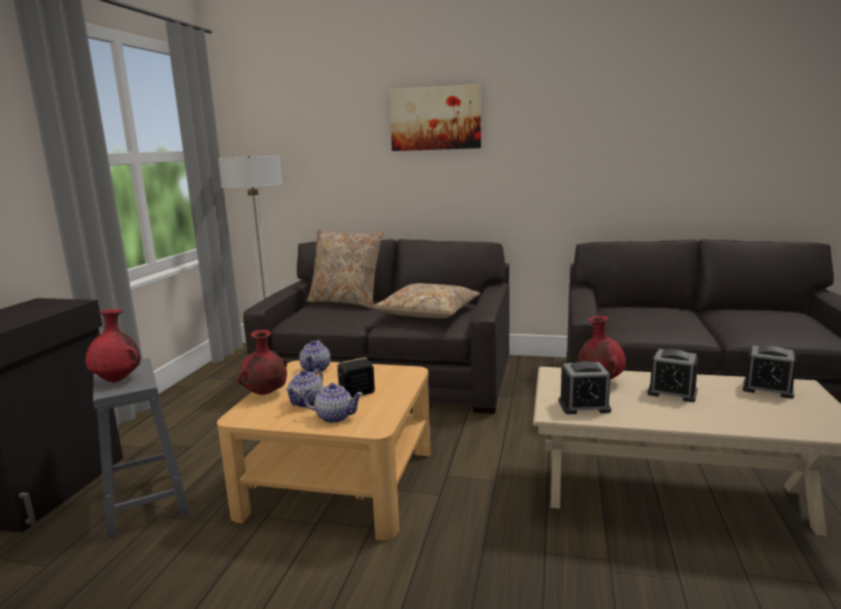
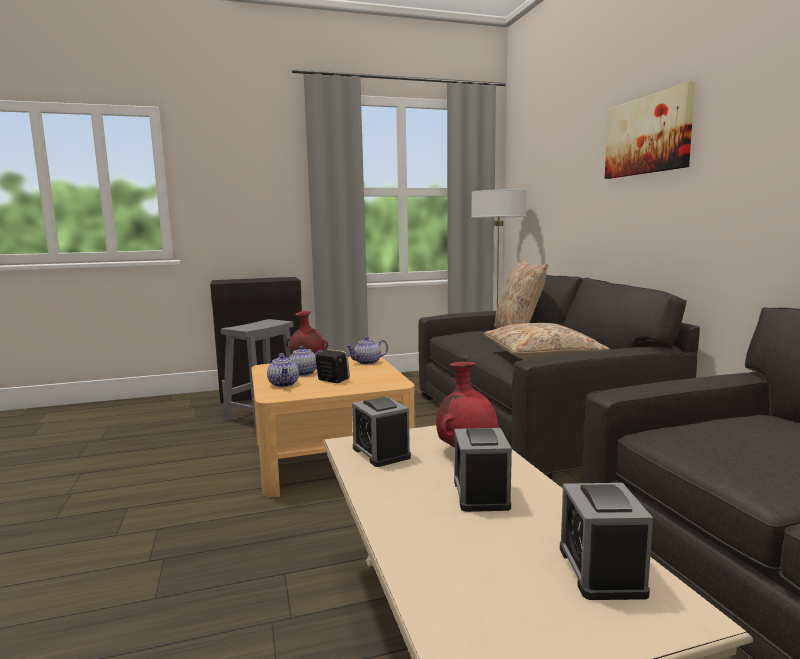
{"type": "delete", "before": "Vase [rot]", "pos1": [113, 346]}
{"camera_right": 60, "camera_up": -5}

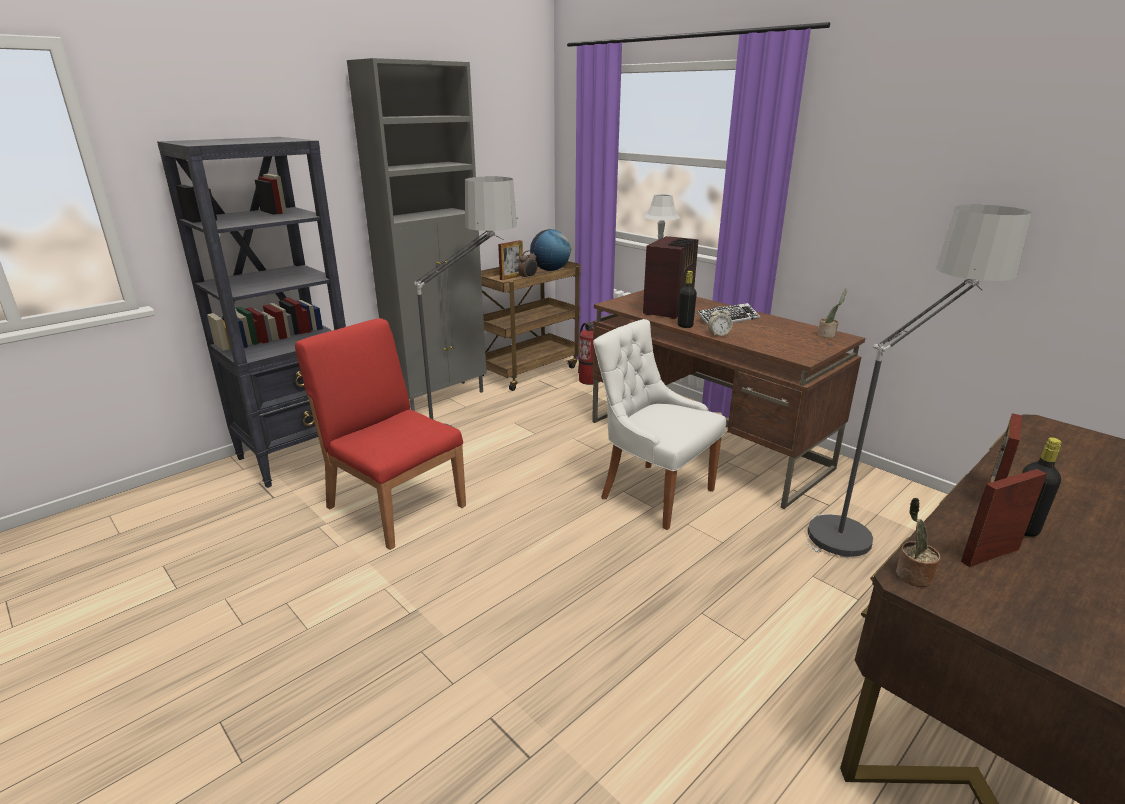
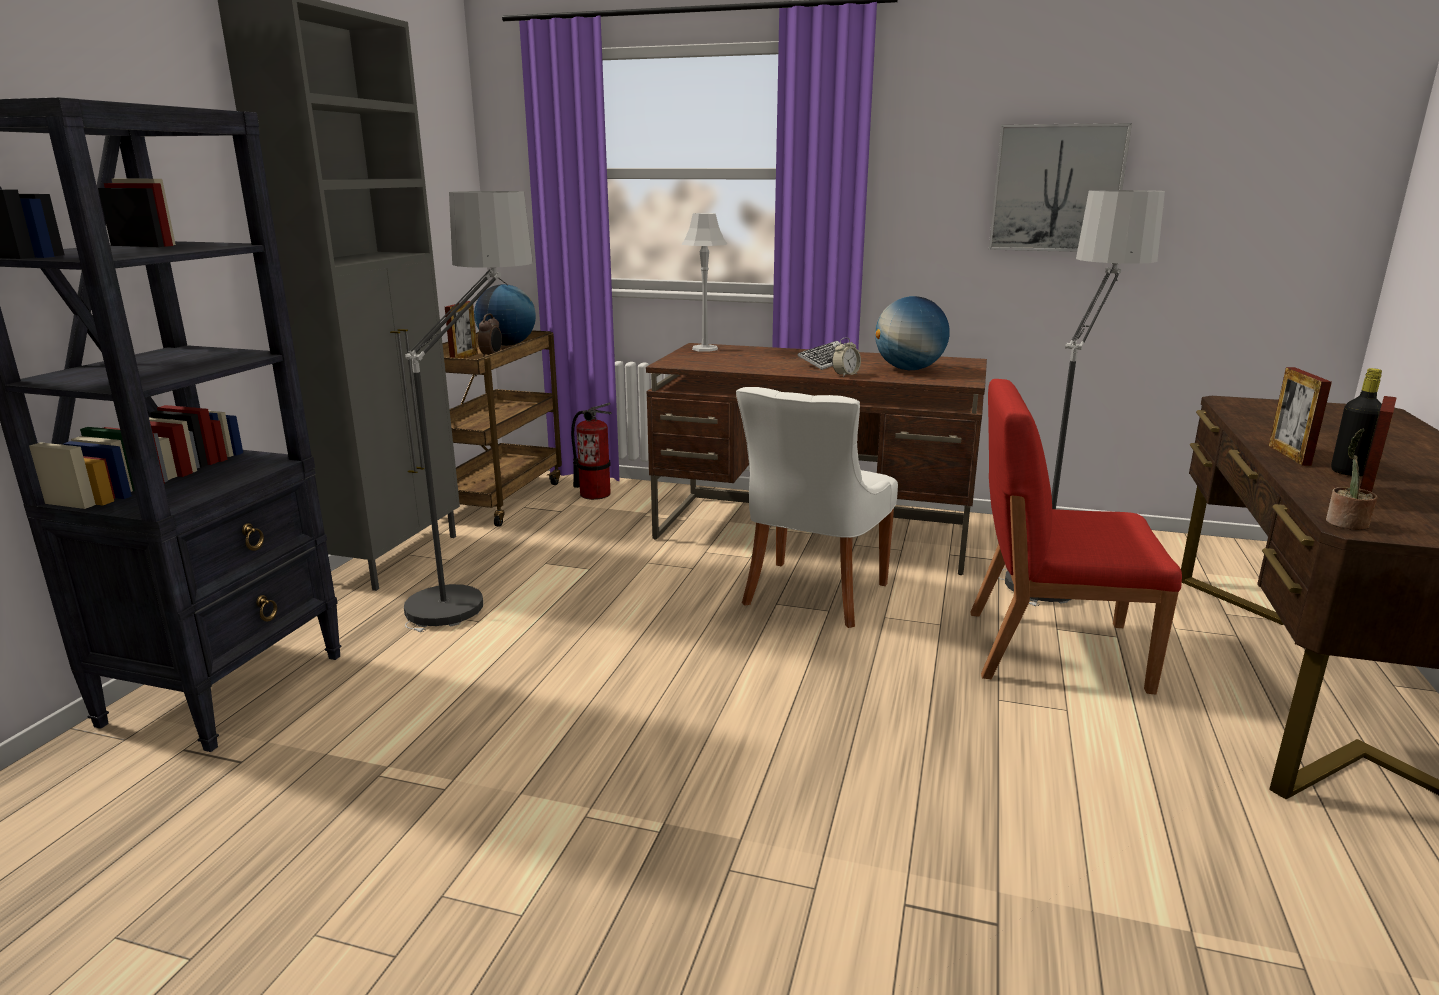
{"type": "delete", "before": "Radio", "pos1": [671, 277]}
{"type": "delete", "before": "Flasche [schwarz]", "pos1": [687, 299]}
{"type": "delete", "before": "Topfpflanze", "pos1": [832, 313]}
{"type": "move", "before": "Stuhl [rot]", "pos1": [380, 434], "pos2": [1076, 537]}
{"type": "rotate", "before": "Stuhl [weiß]", "pos1": [659, 424], "pos2": [817, 507], "turn": -75}
{"type": "insert", "after": "Bild", "pos2": [1060, 187]}
{"type": "insert", "after": "Globus", "pos2": [912, 333]}
{"camera_right": -30, "camera_up": -5}

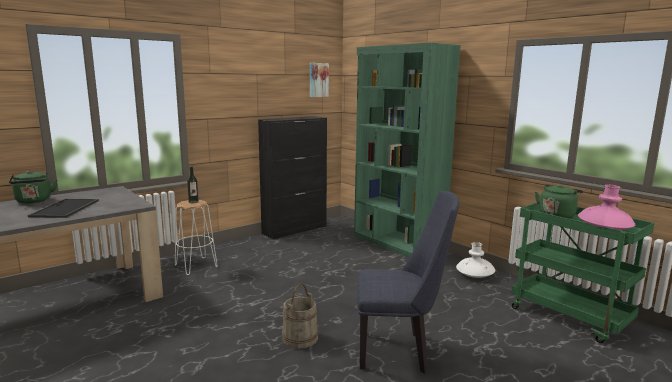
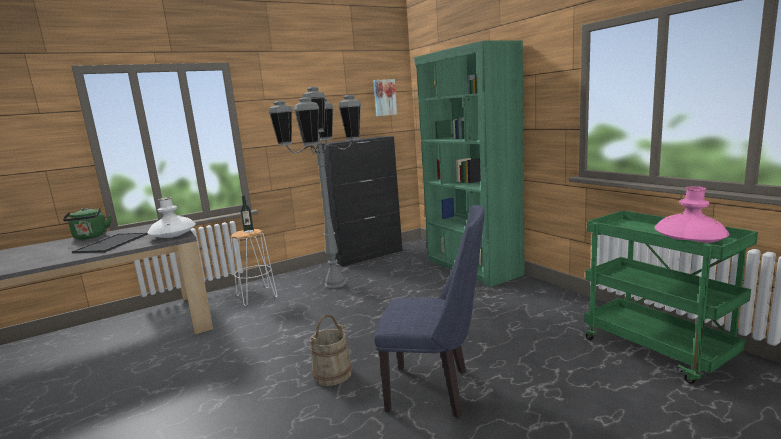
{"type": "delete", "before": "Wasserkessel [grün]", "pos1": [559, 201]}
{"type": "move", "before": "Vase [weiß]", "pos1": [475, 260], "pos2": [171, 217]}
{"type": "insert", "after": "Stehlampe [grau]", "pos2": [315, 187]}
{"camera_right": 10, "camera_up": 0}

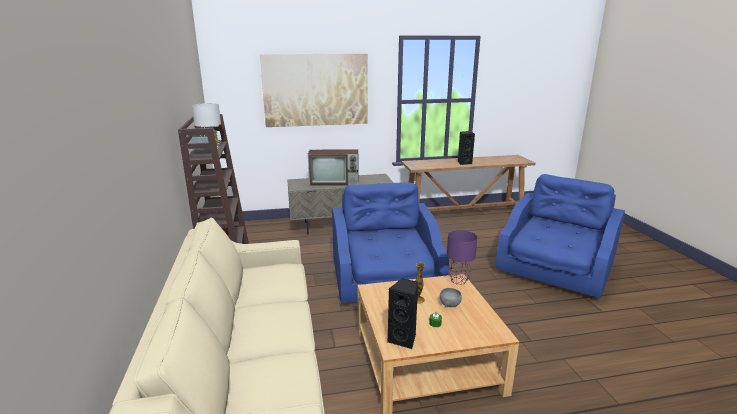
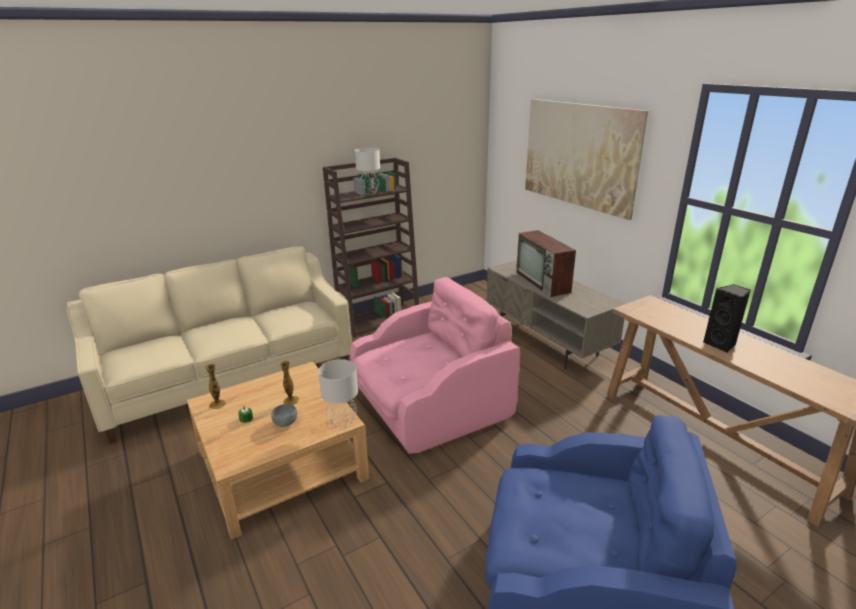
{"type": "recolor", "before": "Sessel [blau]", "after": "Sessel [rosa]", "pos1": [390, 242], "pos2": [435, 365]}
{"type": "recolor", "before": "Tischlampe [lila]", "after": "Tischlampe [grau]", "pos1": [462, 257], "pos2": [338, 394]}
{"type": "replace", "before": "Lautsprecher [schwarz]", "after": "Vase", "pos1": [403, 313], "pos2": [215, 386]}
{"camera_right": 70, "camera_up": 5}

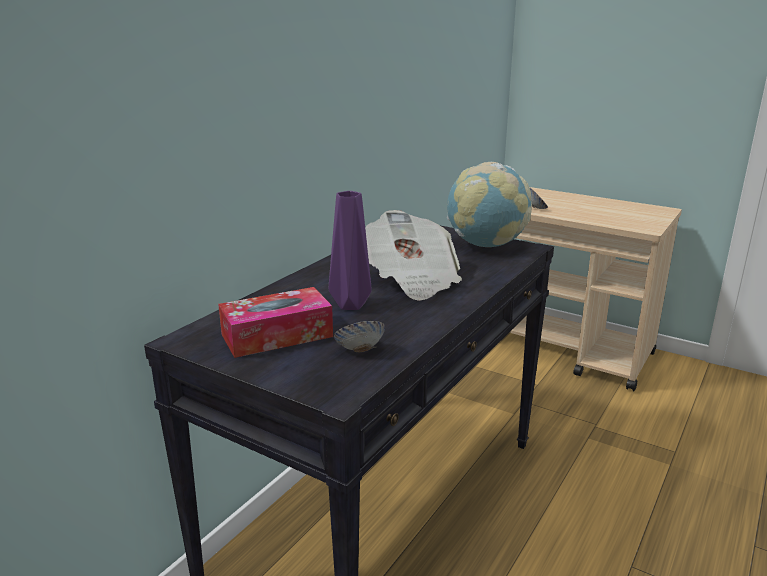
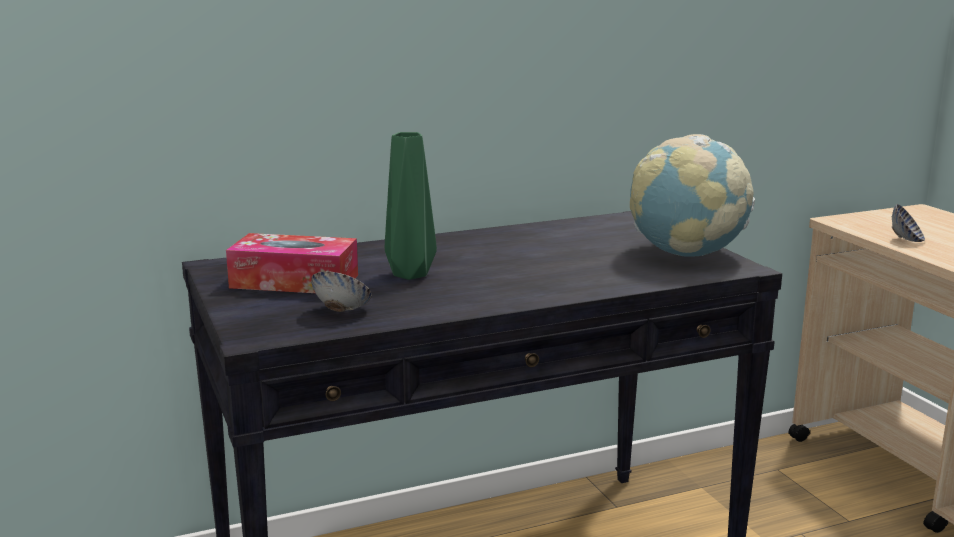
{"type": "recolor", "before": "Vase [lila]", "after": "Vase [grün]", "pos1": [350, 250], "pos2": [411, 206]}
{"type": "delete", "before": "Zeitung", "pos1": [413, 255]}
{"camera_right": 35, "camera_up": -5}

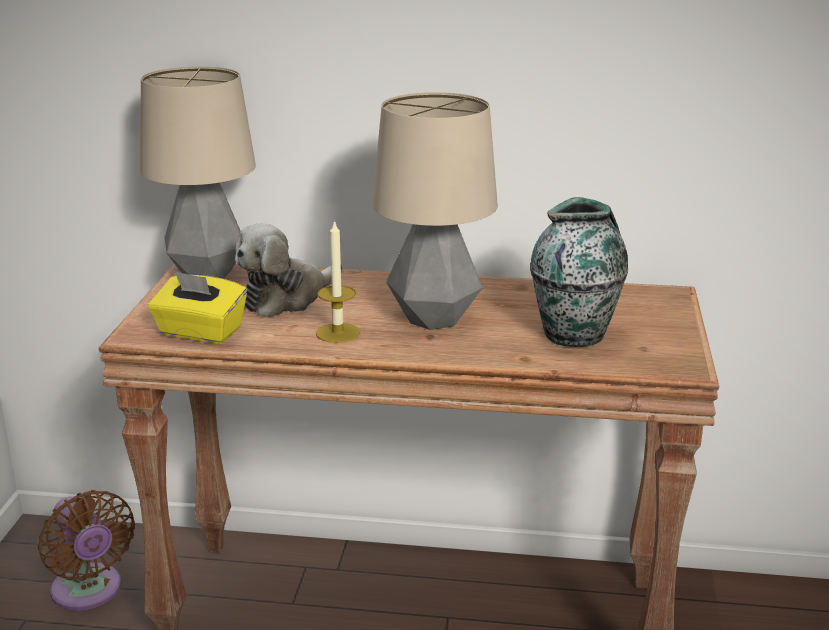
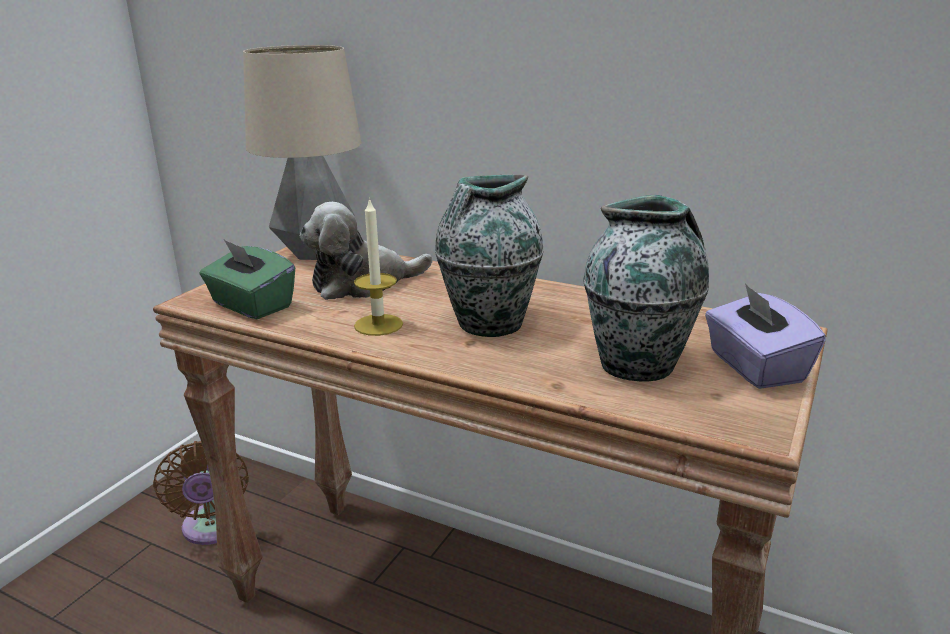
{"type": "replace", "before": "Tischlampe", "after": "Vase", "pos1": [435, 211], "pos2": [489, 256]}
{"type": "recolor", "before": "Taschentuchbox [gelb]", "after": "Taschentuchbox [grün]", "pos1": [197, 307], "pos2": [247, 279]}
{"type": "insert", "after": "Taschentuchbox [lila]", "pos2": [765, 336]}
{"camera_right": 20, "camera_up": 0}

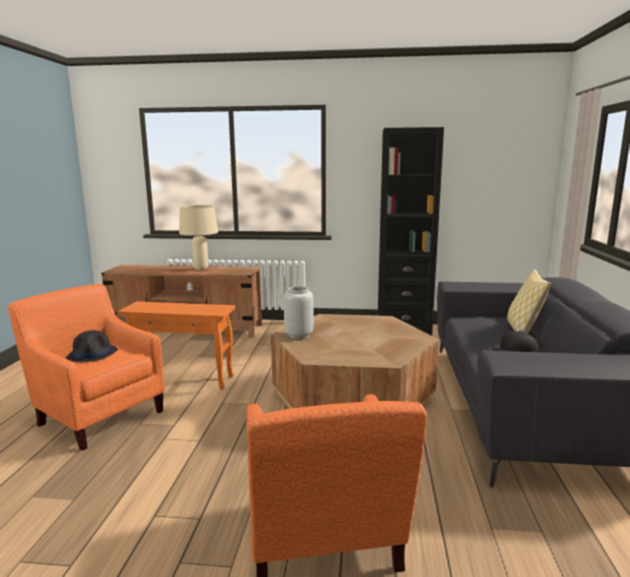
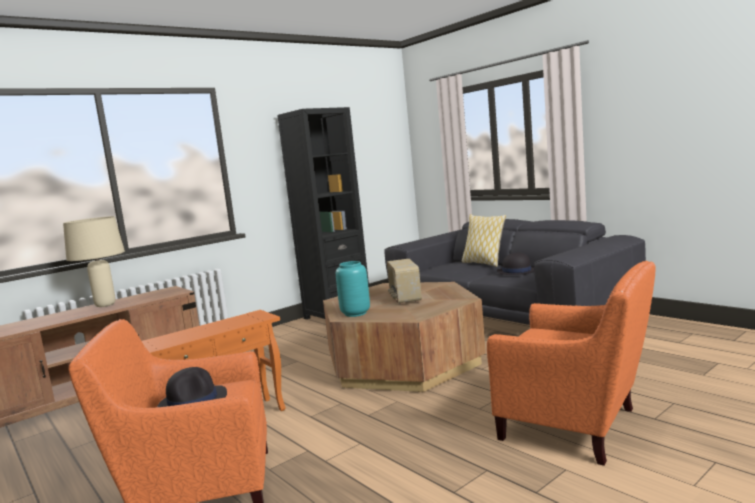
{"type": "recolor", "before": "Vase [grau]", "after": "Vase [türkis]", "pos1": [298, 312], "pos2": [353, 289]}
{"type": "insert", "after": "Radio", "pos2": [404, 282]}
{"camera_right": -45, "camera_up": -5}

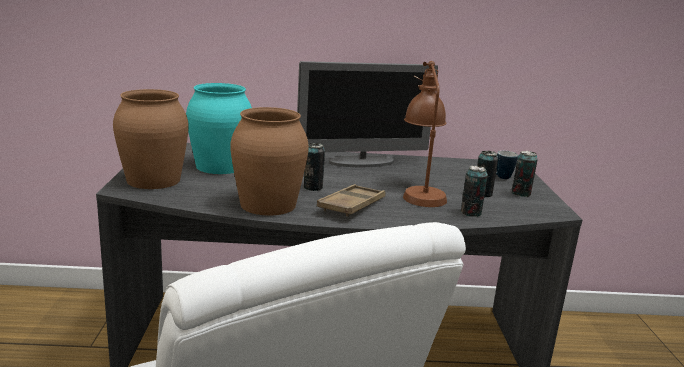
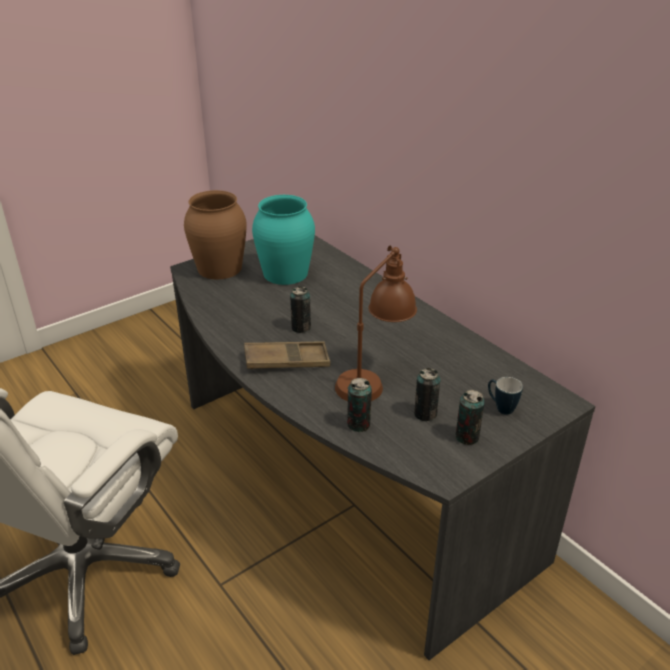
{"type": "delete", "before": "Monitor", "pos1": [367, 114]}
{"type": "delete", "before": "Vase [braun]", "pos1": [269, 161]}
{"camera_right": 55, "camera_up": 15}

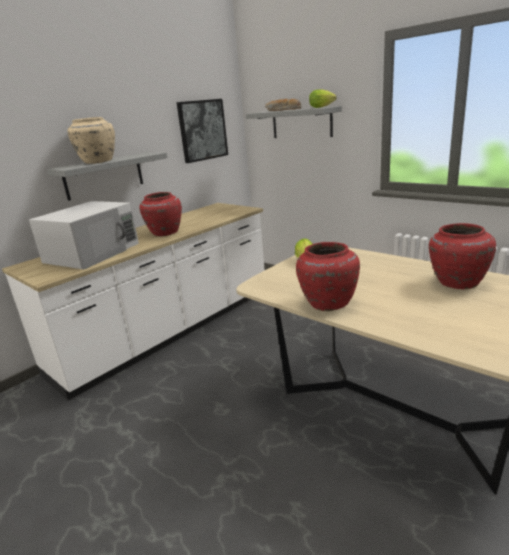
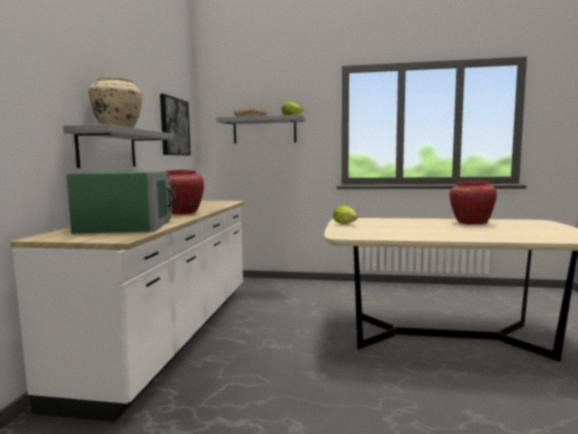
{"type": "recolor", "before": "Mikrowelle [weiß]", "after": "Mikrowelle [grün]", "pos1": [84, 235], "pos2": [121, 202]}
{"type": "delete", "before": "Vase [rot]", "pos1": [328, 276]}
{"camera_right": -35, "camera_up": -15}

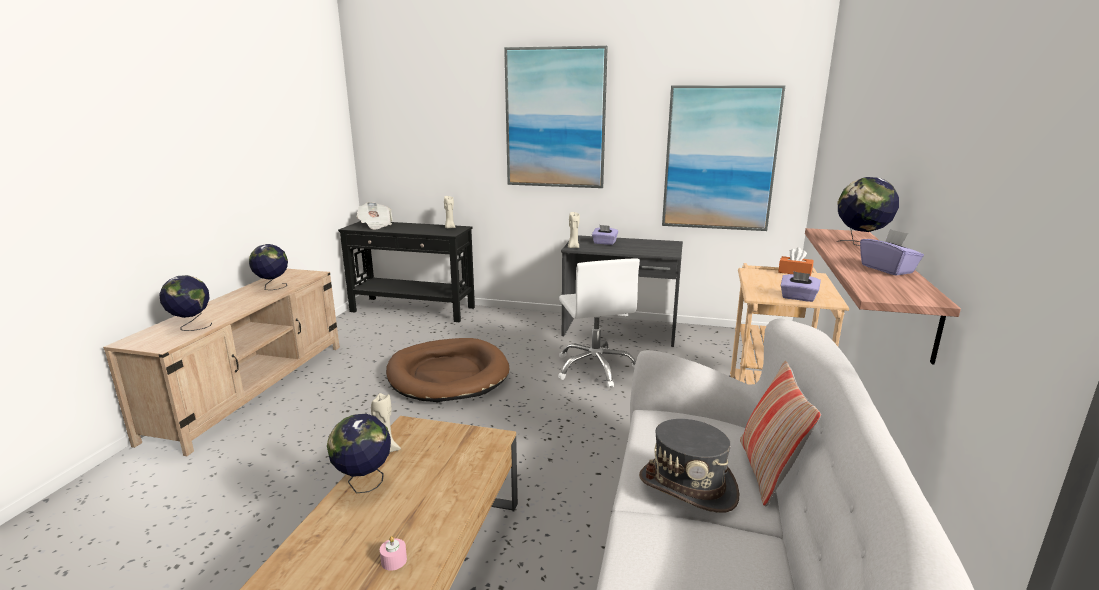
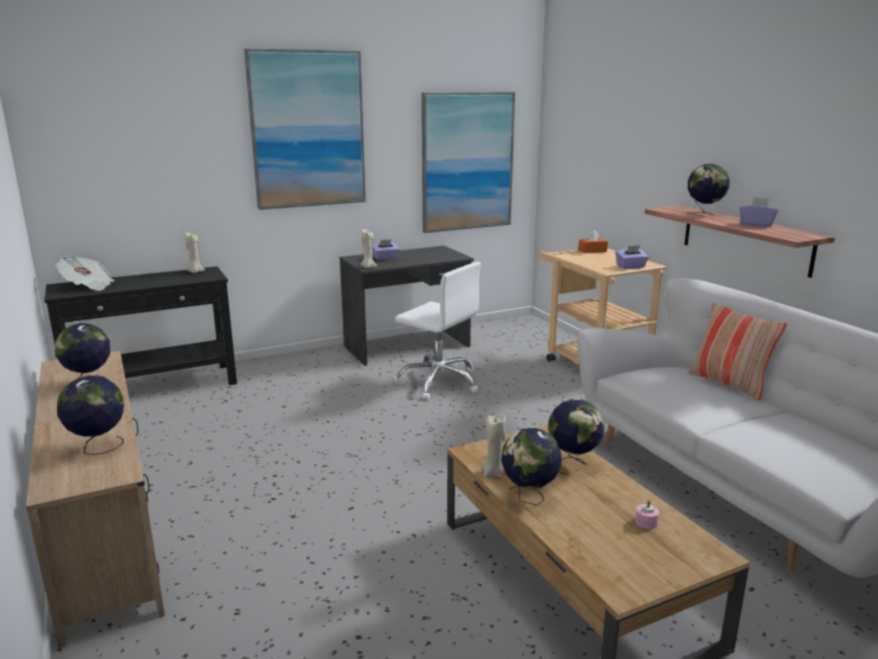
{"type": "delete", "before": "Hundebett [braun]", "pos1": [448, 370]}
{"type": "delete", "before": "Hut [grau]", "pos1": [689, 466]}
{"type": "insert", "after": "Globus", "pos2": [576, 437]}
{"camera_right": -40, "camera_up": 0}

